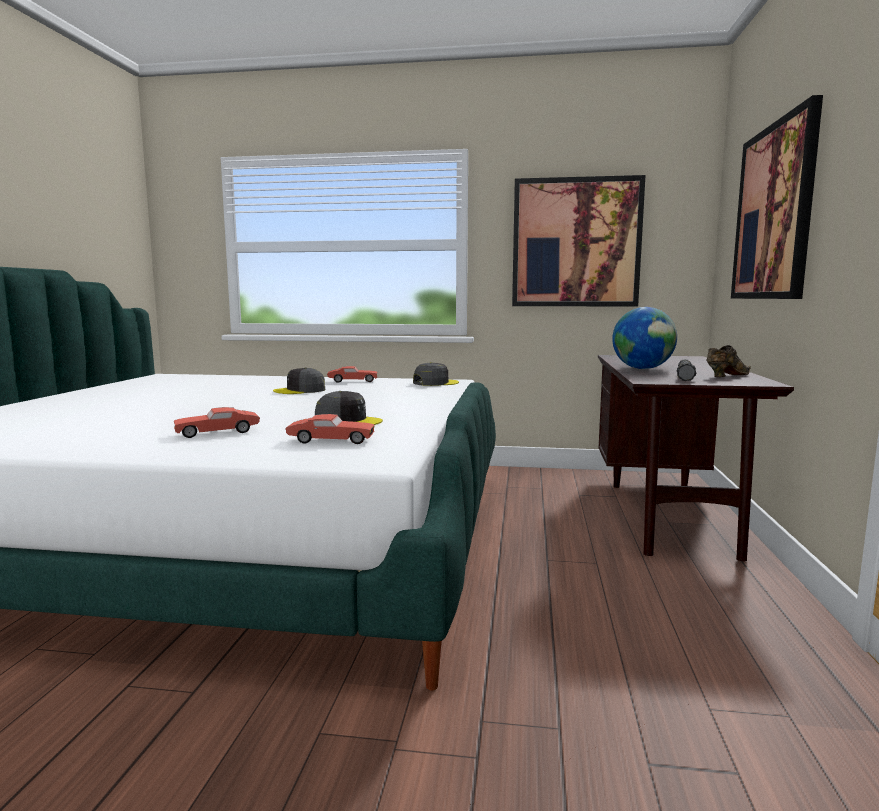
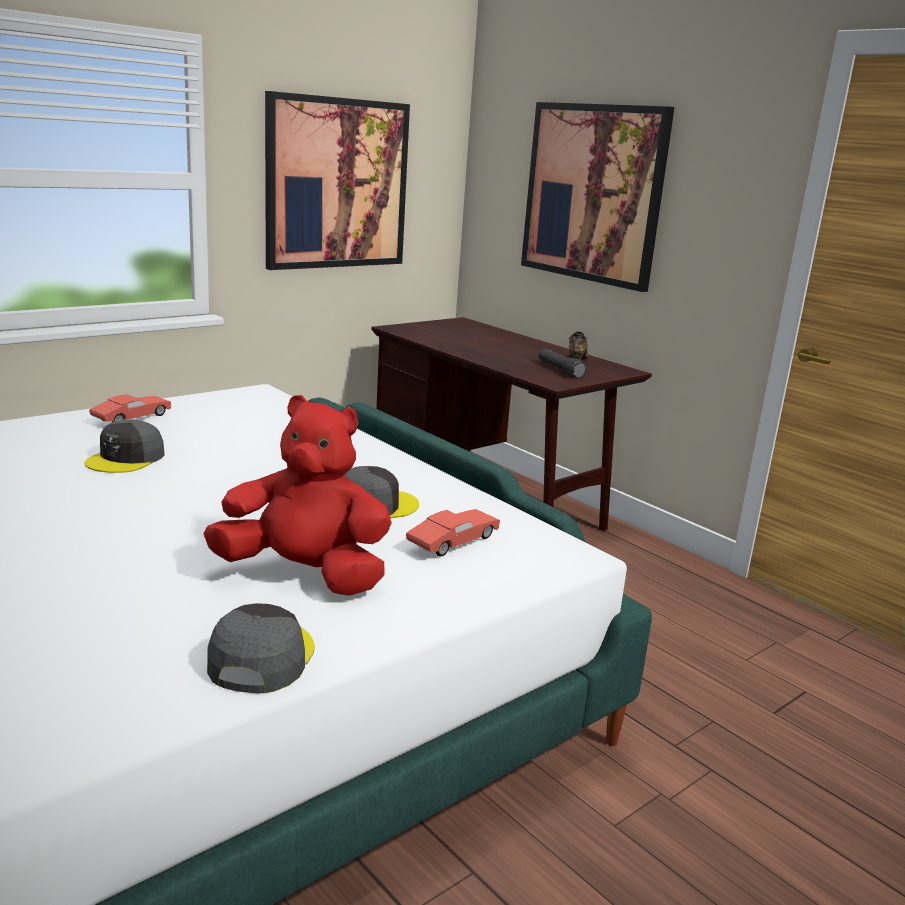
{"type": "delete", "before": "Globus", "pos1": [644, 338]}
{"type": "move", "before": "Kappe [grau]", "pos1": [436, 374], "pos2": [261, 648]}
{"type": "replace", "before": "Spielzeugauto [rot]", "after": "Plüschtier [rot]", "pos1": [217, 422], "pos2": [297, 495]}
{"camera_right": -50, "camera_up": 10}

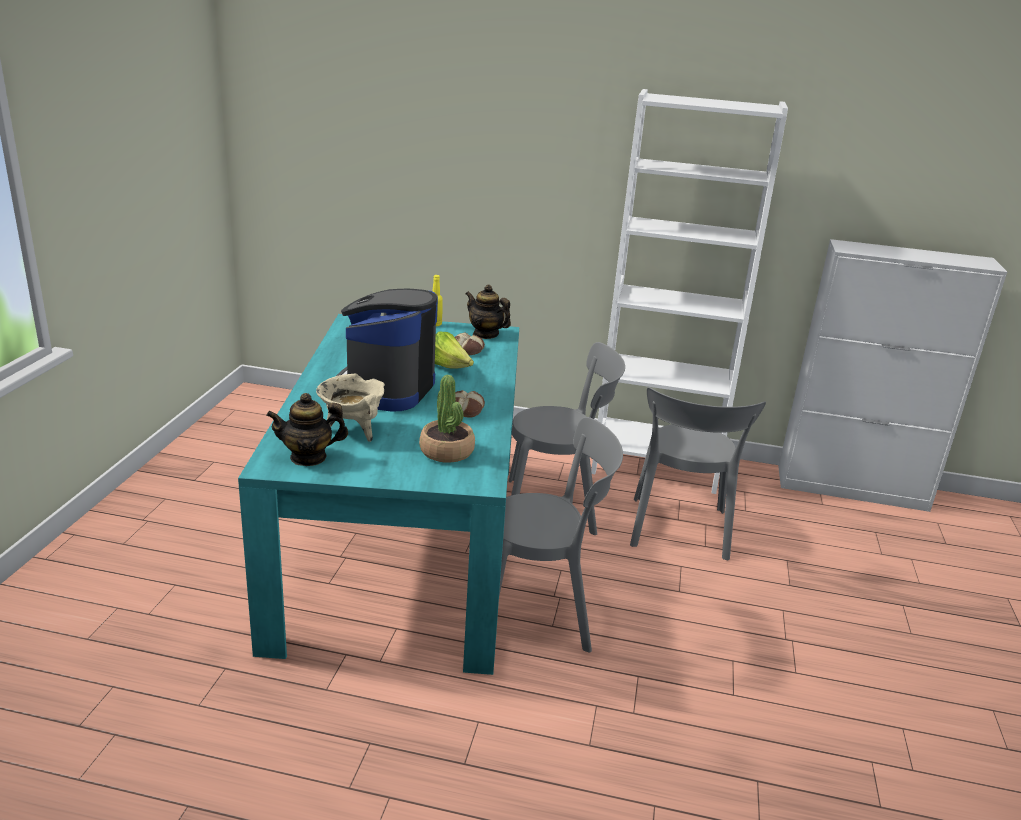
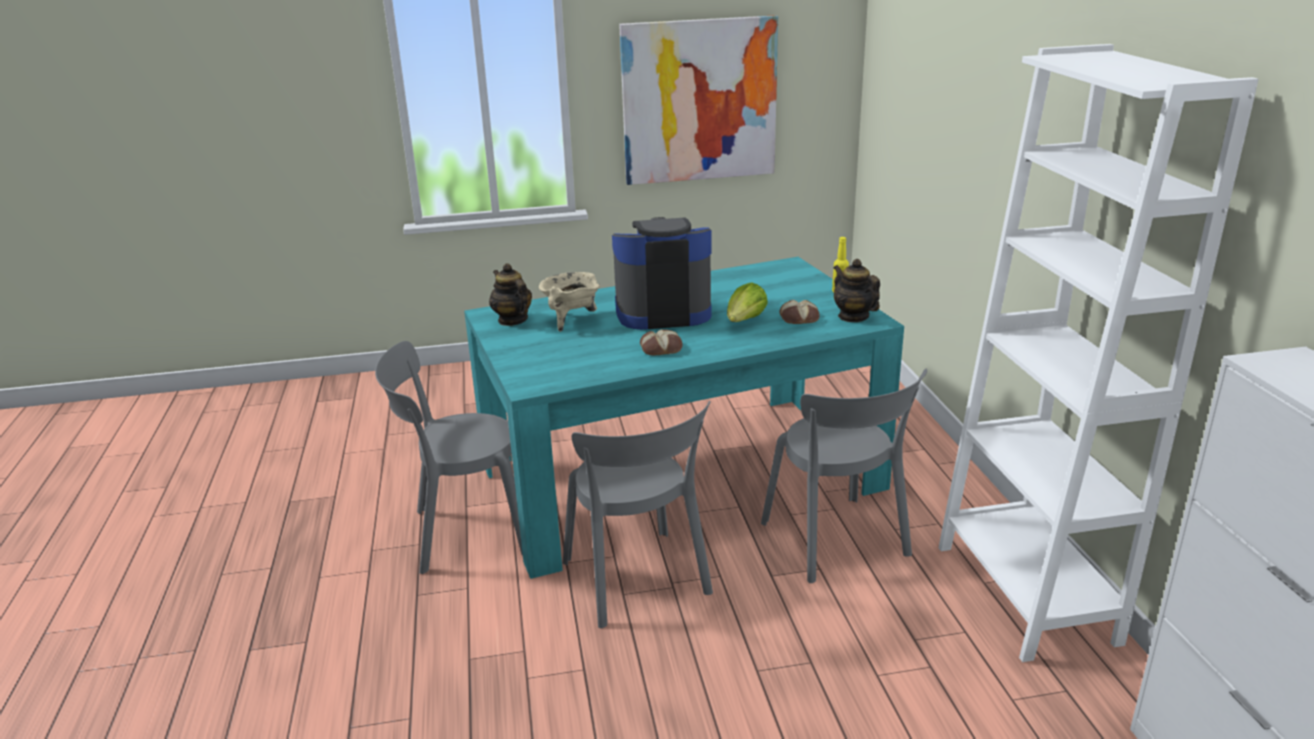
{"type": "rotate", "before": "Teekanne", "pos1": [488, 312], "pos2": [857, 290], "turn": -45}
{"type": "delete", "before": "Topfpflanze", "pos1": [447, 419]}
{"type": "move", "before": "Stuhl [grau]", "pos1": [698, 473], "pos2": [449, 457]}
{"type": "insert", "after": "Bild", "pos2": [698, 100]}
{"camera_right": 70, "camera_up": 0}

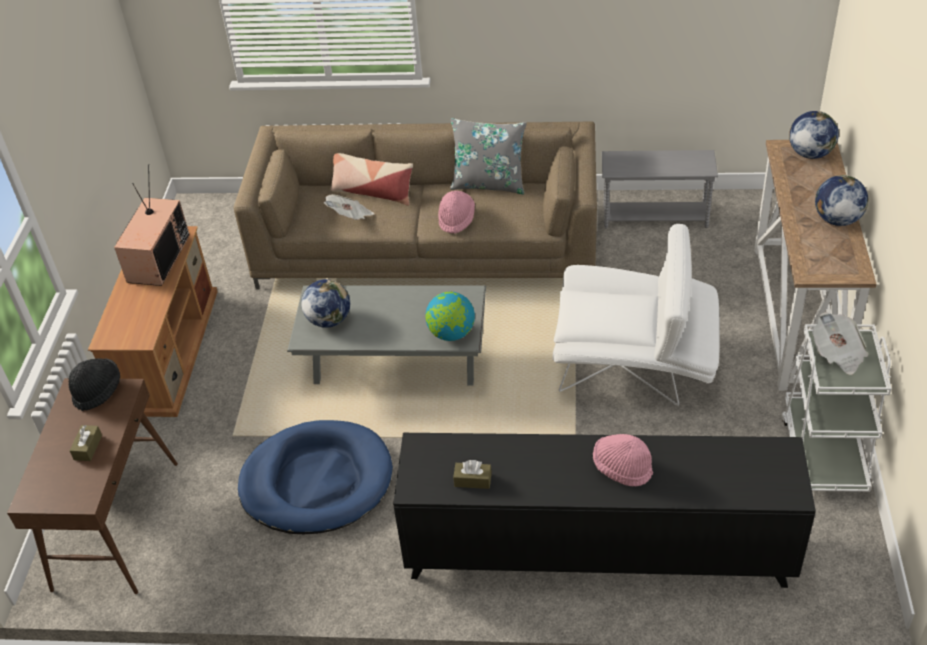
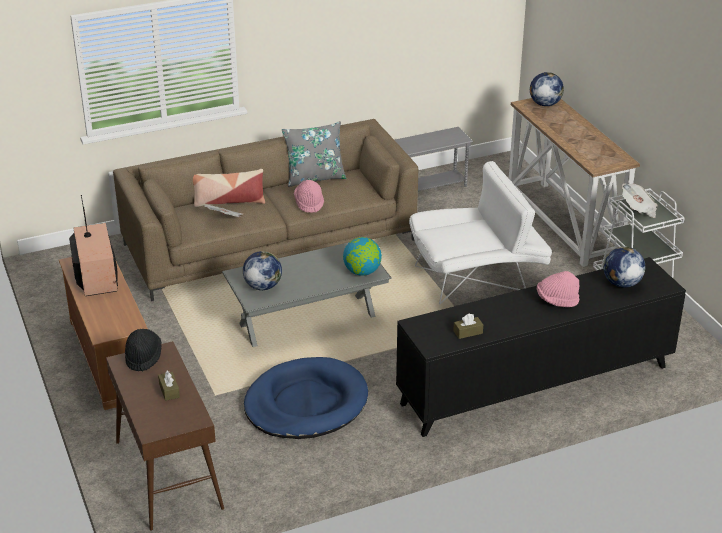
{"type": "move", "before": "Globus", "pos1": [842, 200], "pos2": [624, 267]}
{"camera_right": -30, "camera_up": -10}

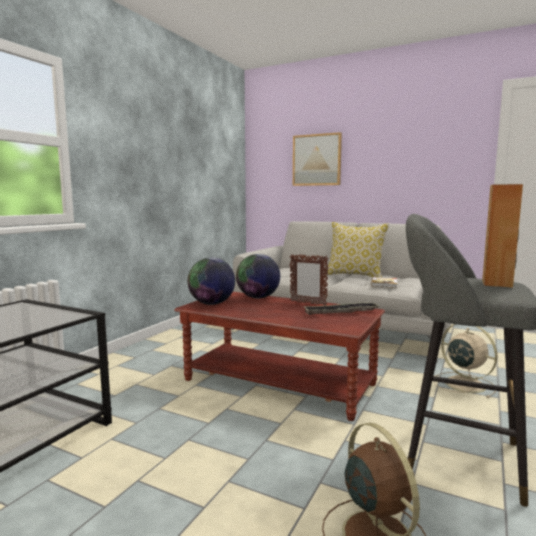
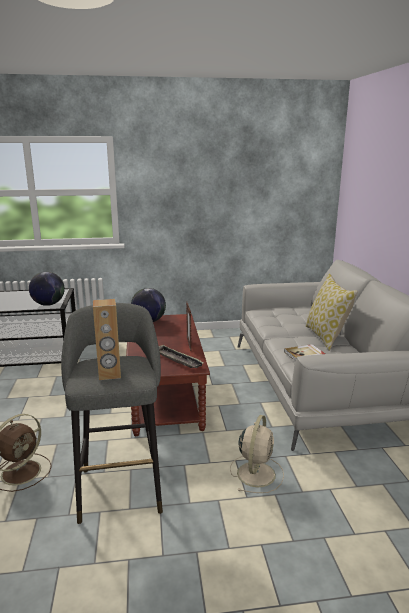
{"type": "delete", "before": "Bild", "pos1": [317, 159]}
{"type": "move", "before": "Globus", "pos1": [258, 276], "pos2": [47, 289]}
{"camera_right": 55, "camera_up": 10}

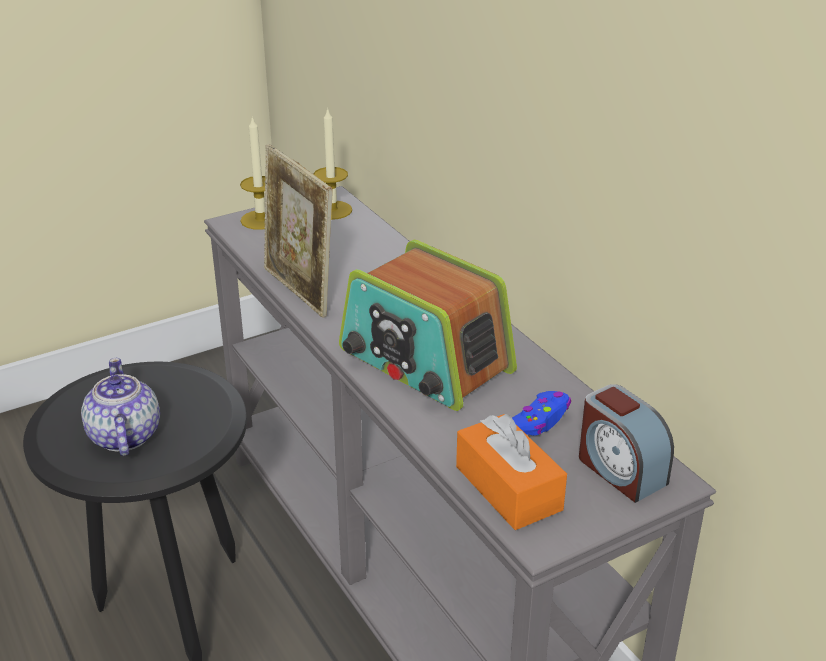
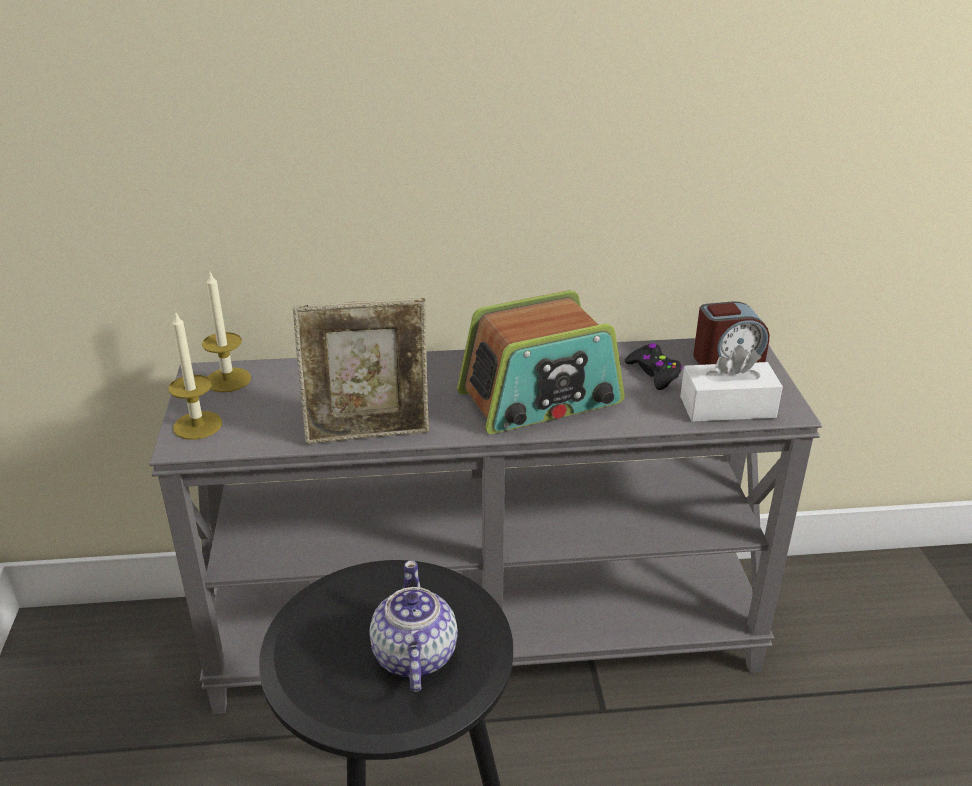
{"type": "rotate", "before": "Teekanne", "pos1": [120, 407], "pos2": [413, 626], "turn": 75}
{"type": "recolor", "before": "Gamepad [blau]", "after": "Gamepad [schwarz]", "pos1": [541, 413], "pos2": [654, 366]}
{"type": "recolor", "before": "Taschentuchbox [orange]", "after": "Taschentuchbox [weiß]", "pos1": [511, 472], "pos2": [731, 383]}
{"camera_right": -65, "camera_up": 0}

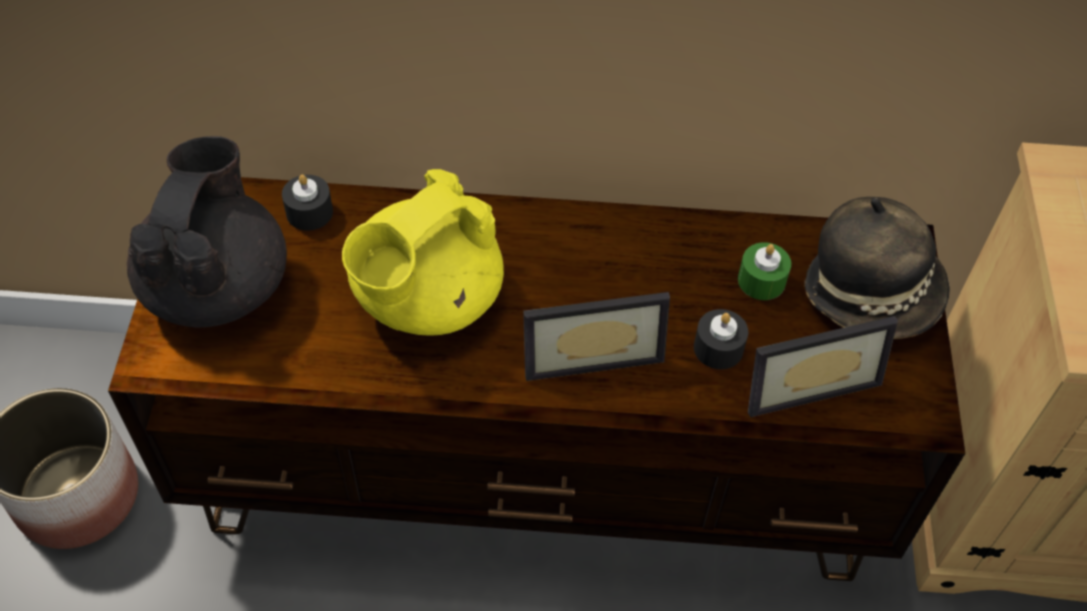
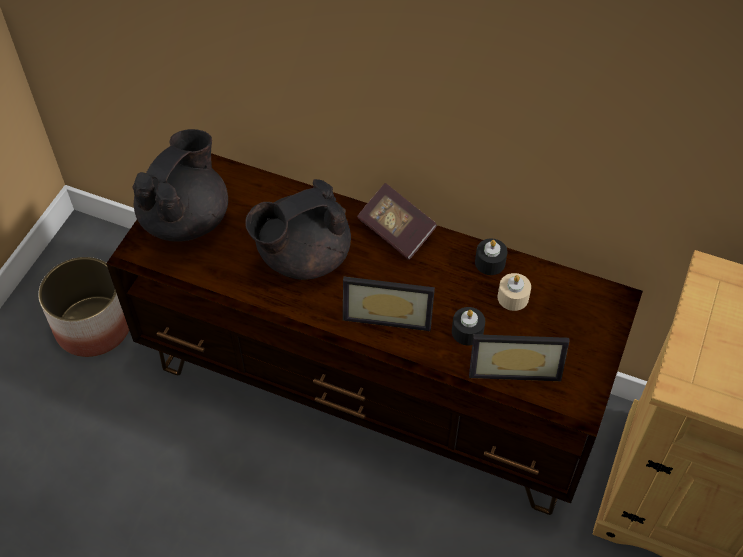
{"type": "recolor", "before": "Teekanne [gelb]", "after": "Teekanne [schwarz]", "pos1": [423, 252], "pos2": [298, 229]}
{"type": "move", "before": "Kerze [schwarz]", "pos1": [307, 202], "pos2": [491, 256]}
{"type": "delete", "before": "Hut", "pos1": [877, 268]}
{"type": "recolor", "before": "Kerze [grün]", "after": "Kerze [beige]", "pos1": [764, 271], "pos2": [514, 292]}
{"type": "insert", "after": "Buch", "pos2": [397, 221]}
{"camera_right": 20, "camera_up": 0}

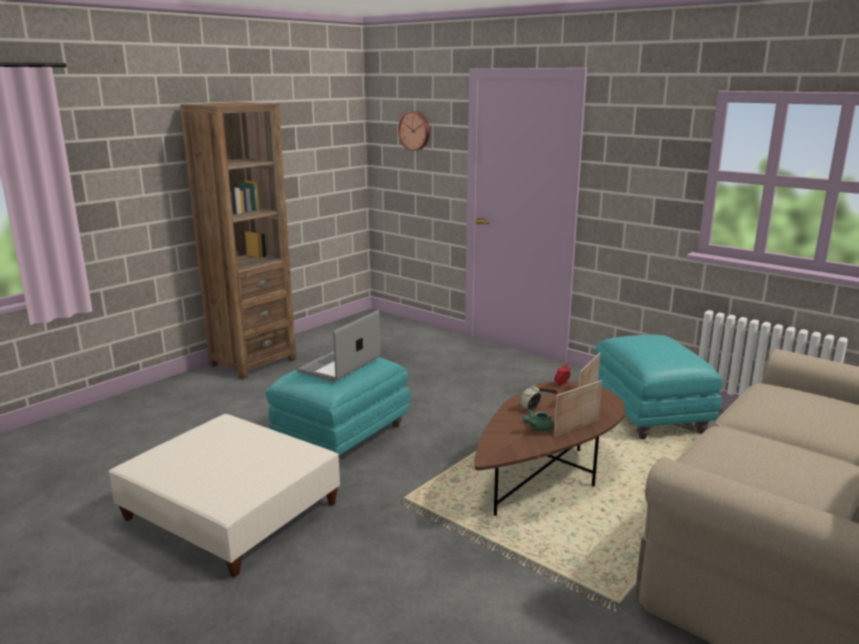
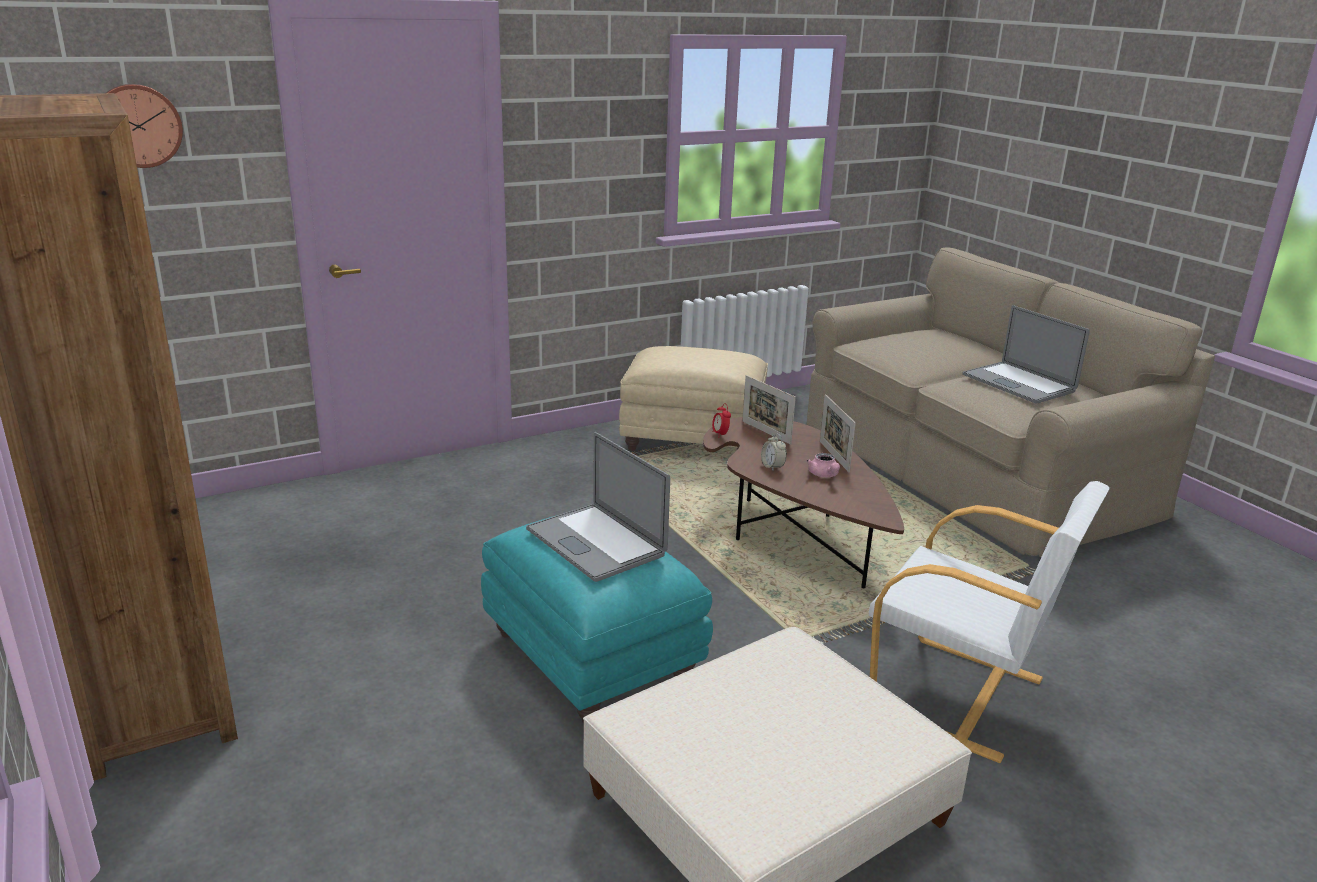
{"type": "recolor", "before": "Polsterhocker [türkis]", "after": "Polsterhocker [beige]", "pos1": [659, 387], "pos2": [693, 398]}
{"type": "recolor", "before": "Teekanne [grün]", "after": "Teekanne [rosa]", "pos1": [538, 420], "pos2": [823, 465]}
{"type": "insert", "after": "Laptop", "pos2": [1026, 354]}
{"type": "insert", "after": "Sessel [weiß]", "pos2": [989, 622]}
{"camera_right": -70, "camera_up": 5}

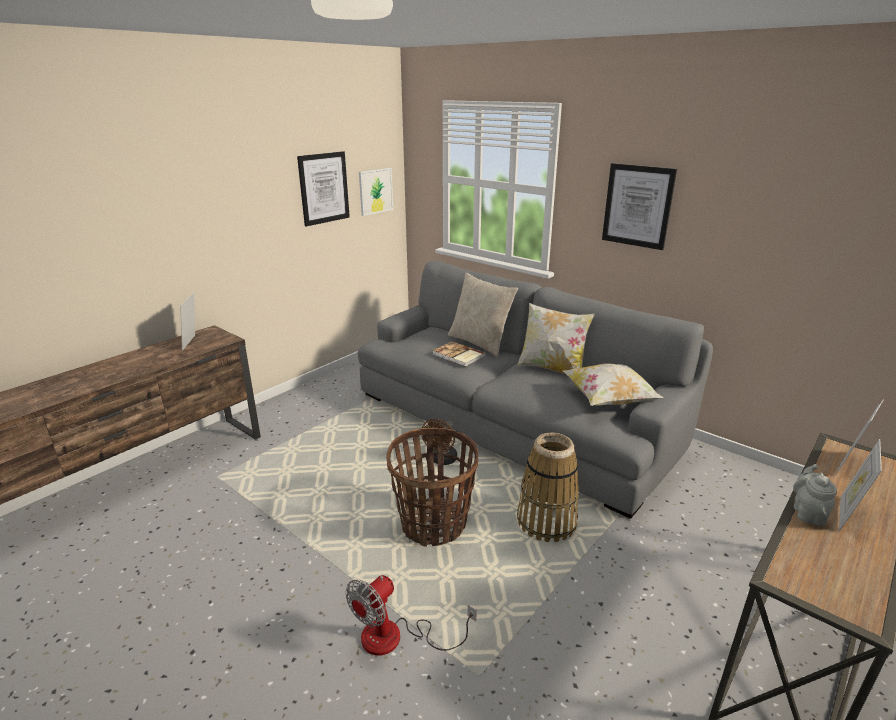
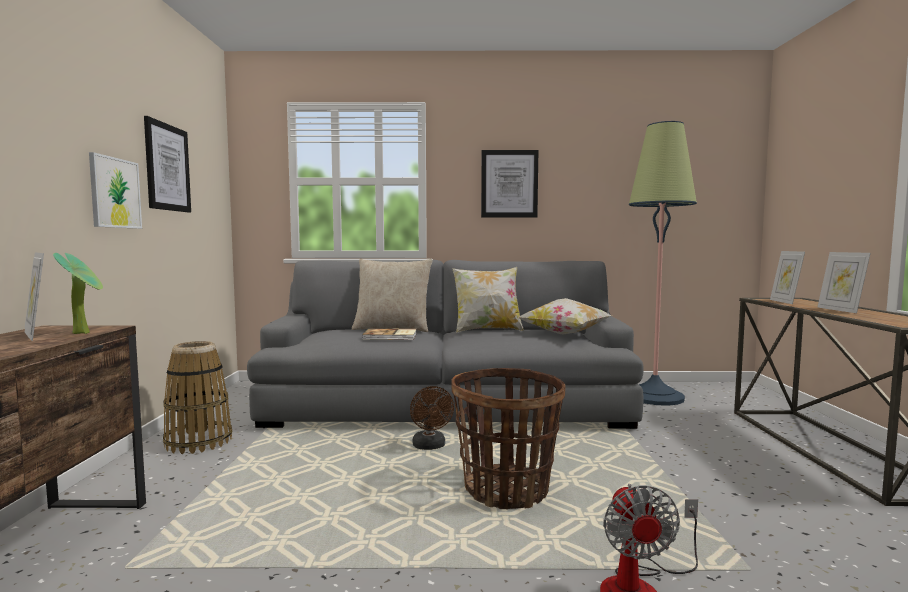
{"type": "move", "before": "Bild", "pos1": [376, 192], "pos2": [115, 190]}
{"type": "move", "before": "Korb", "pos1": [548, 487], "pos2": [197, 397]}
{"type": "delete", "before": "Teekanne [grau]", "pos1": [815, 495]}
{"type": "insert", "after": "Stehlampe", "pos2": [663, 263]}
{"type": "insert", "after": "Topfpflanze", "pos2": [78, 293]}
{"camera_right": -40, "camera_up": -20}

